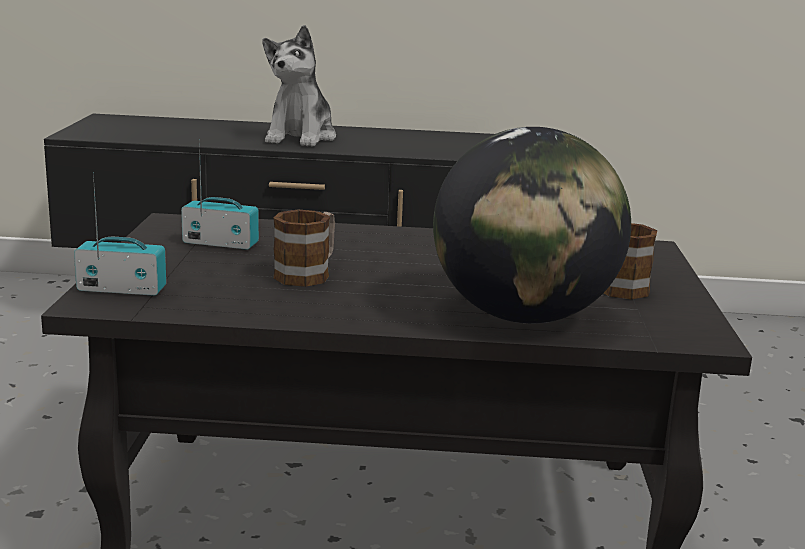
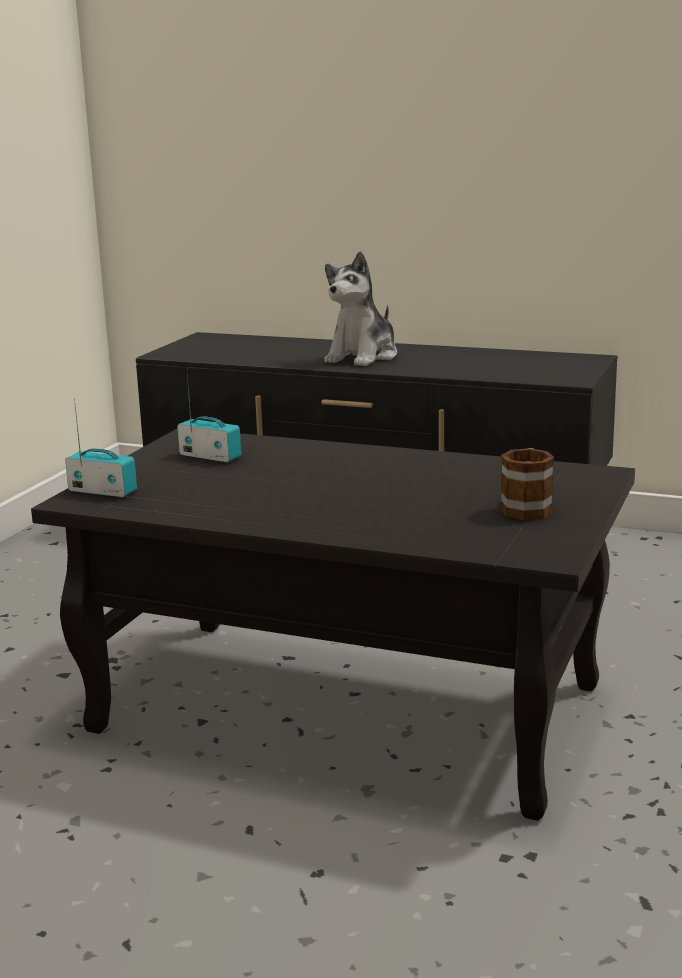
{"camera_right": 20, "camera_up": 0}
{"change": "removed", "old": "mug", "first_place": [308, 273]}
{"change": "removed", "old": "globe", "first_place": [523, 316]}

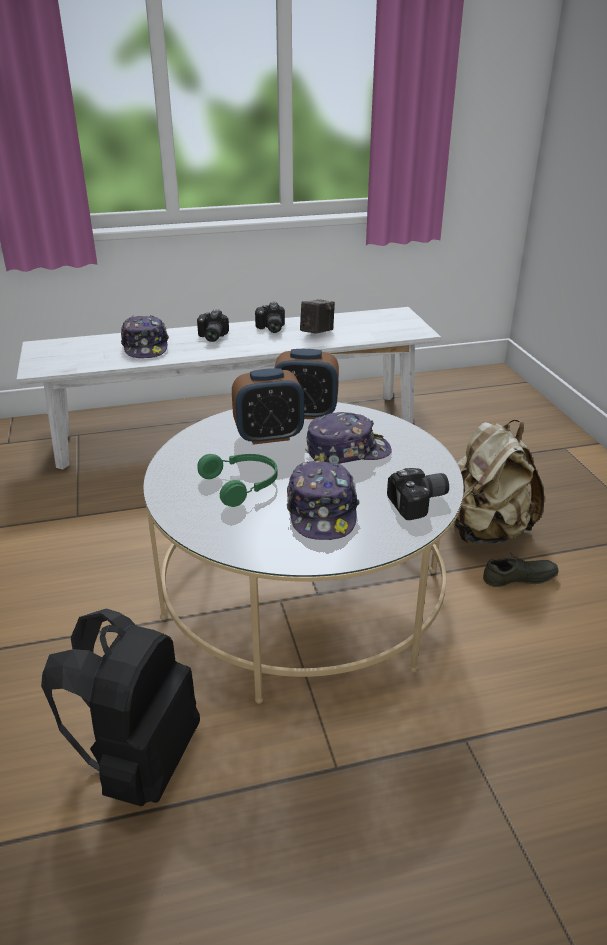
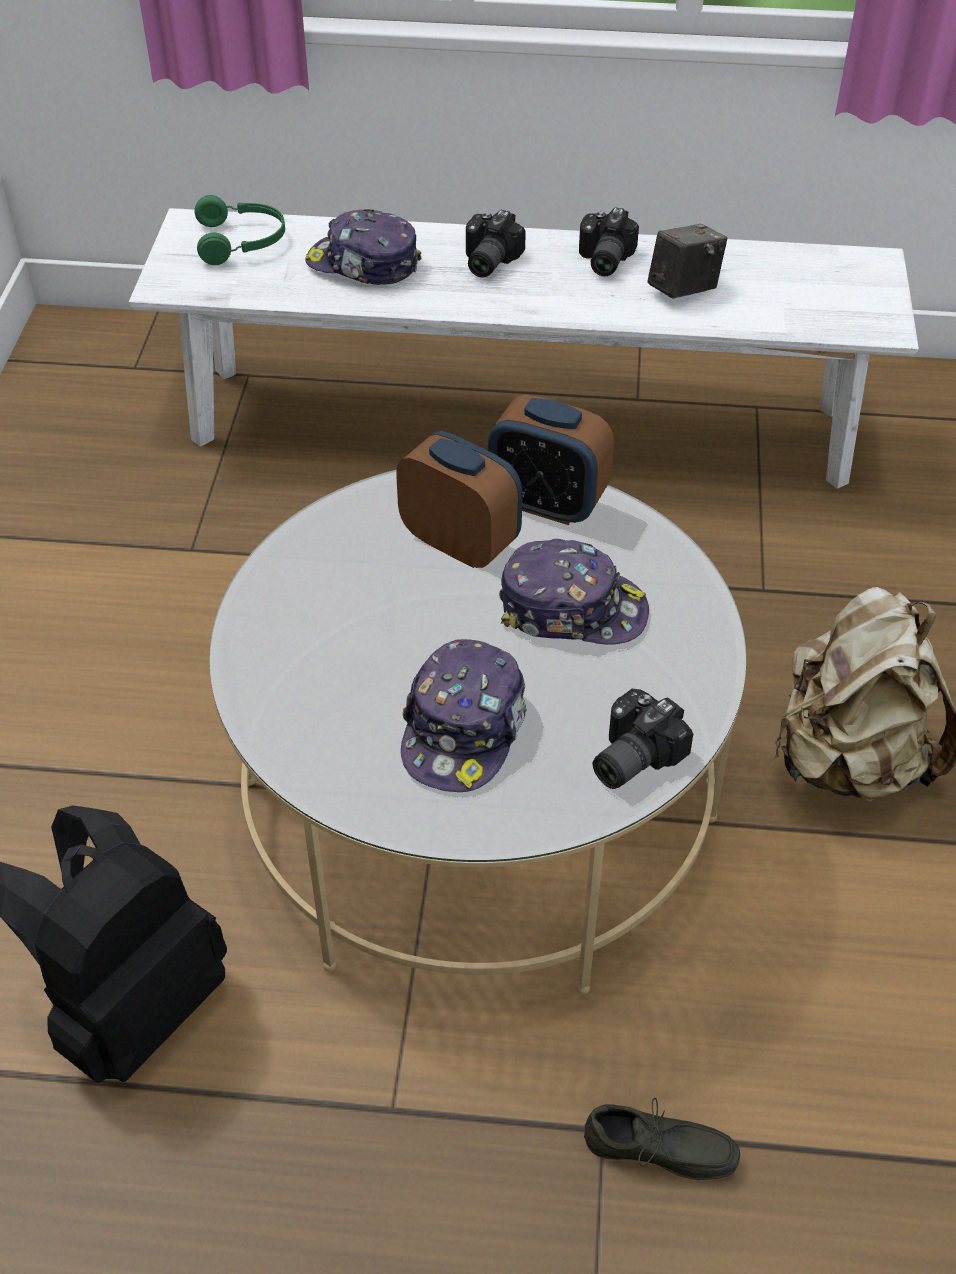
{"camera_right": 20, "camera_up": 15}
{"change": "moved", "old": "green headphones", "first_place": [242, 484], "second_place": [242, 241]}
{"change": "turned", "old": "cap", "first_place": [146, 347], "second_place": [363, 264], "degrees": 105}
{"change": "turned", "old": "alarm clock", "first_place": [269, 436], "second_place": [460, 542], "degrees": -150}
{"change": "moved", "old": "grey shoe", "first_place": [520, 579], "second_place": [659, 1155]}
{"change": "turned", "old": "photo camera", "first_place": [420, 503], "second_place": [629, 756], "degrees": 135}

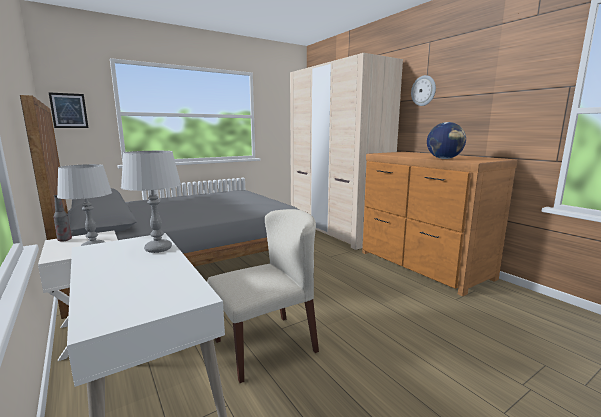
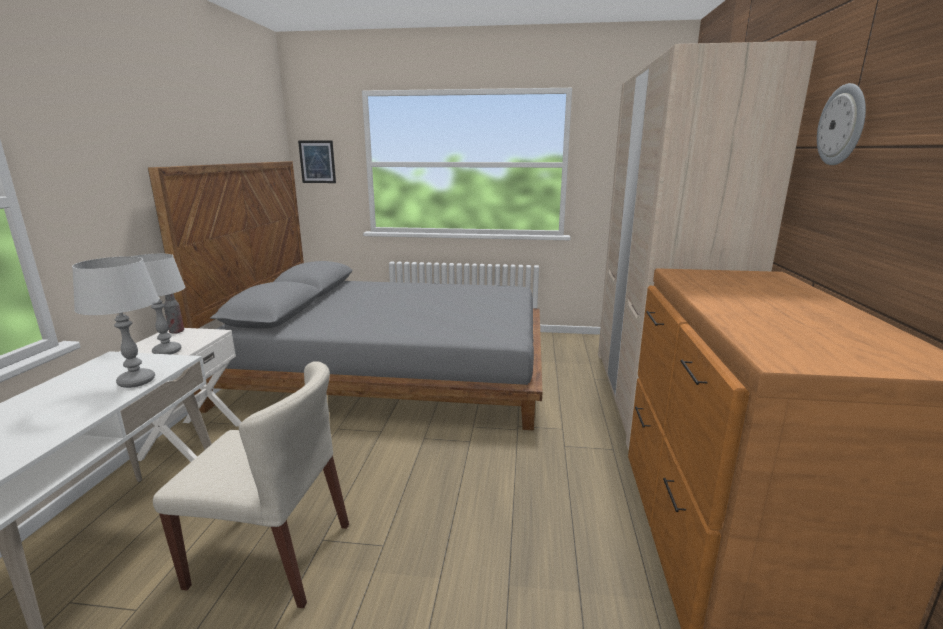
{"camera_right": 40, "camera_up": 5}
{"change": "removed", "old": "globe", "first_place": [444, 159]}

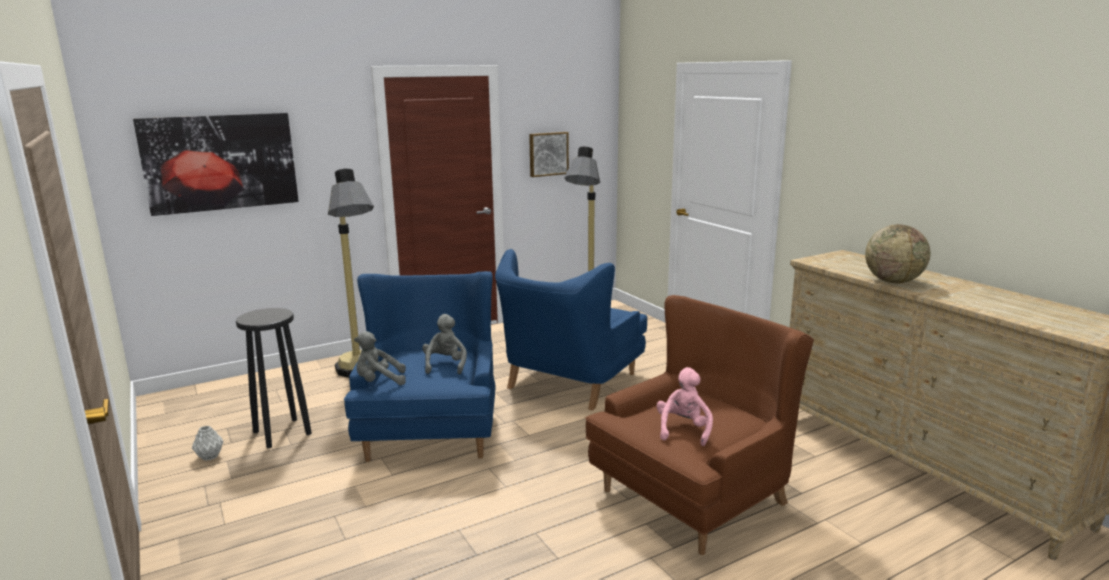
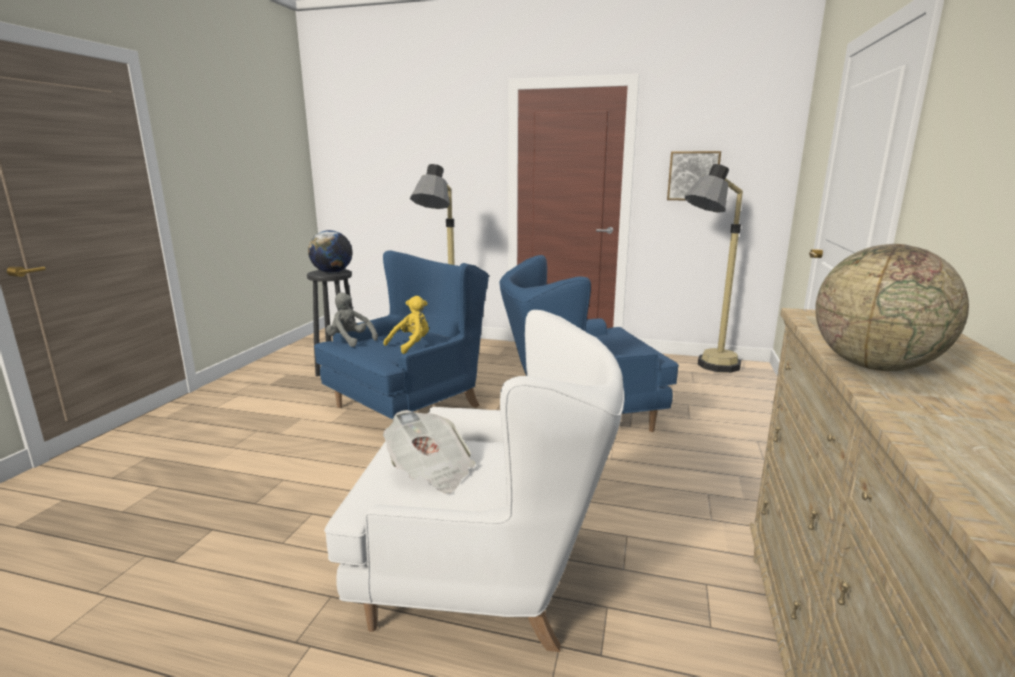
{"camera_right": 45, "camera_up": 0}
{"change": "added", "new": "globe", "second_place": [332, 272]}
{"change": "recoloured", "old": "brown armchair", "new": "white armchair", "first_place": [697, 494], "second_place": [485, 572]}
{"change": "recoloured", "old": "grey plush toy", "new": "yellow plush toy", "first_place": [445, 365], "second_place": [411, 345]}
{"change": "replaced", "old": "pink plush toy", "new": "newspaper", "first_place": [683, 430], "second_place": [431, 471]}
{"change": "removed", "old": "picture", "first_place": [220, 162]}
{"change": "removed", "old": "grey vase", "first_place": [210, 456]}

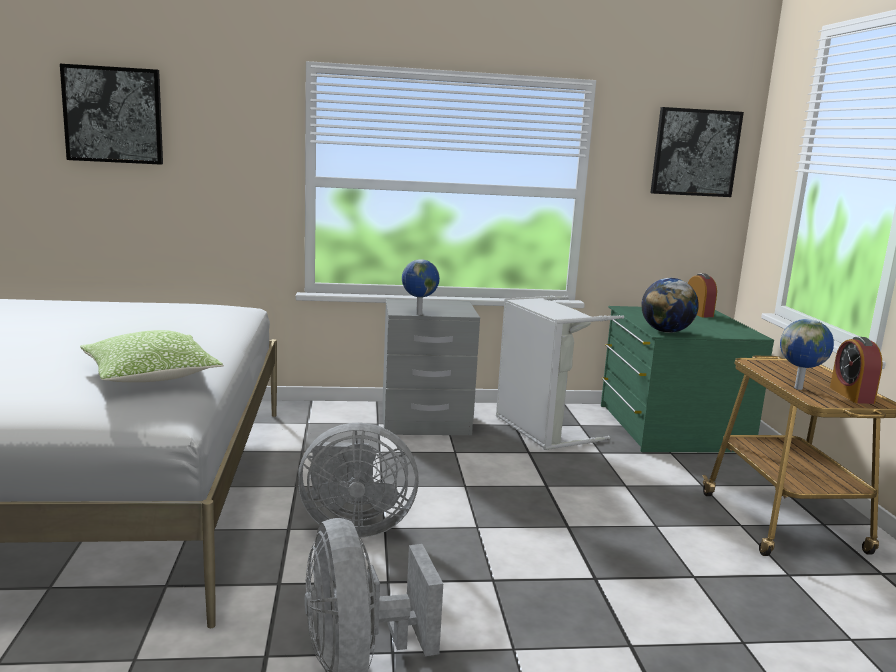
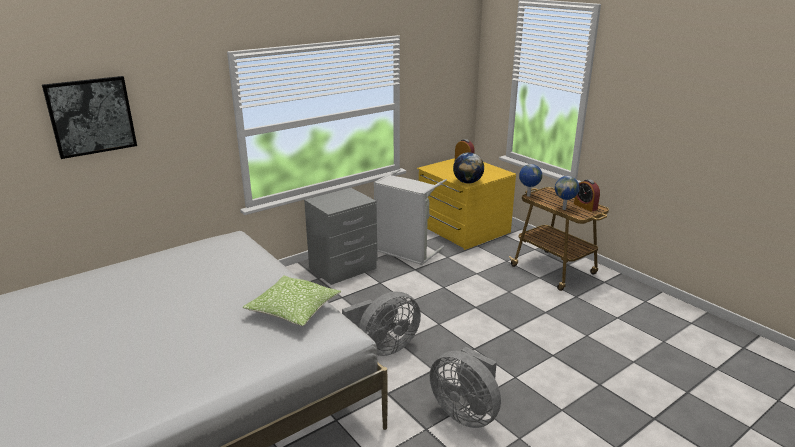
{"camera_right": -30, "camera_up": 10}
{"change": "recoloured", "old": "green dresser", "new": "yellow dresser", "first_place": [670, 427], "second_place": [462, 229]}
{"change": "moved", "old": "globe", "first_place": [418, 314], "second_place": [528, 196]}
{"change": "removed", "old": "picture", "first_place": [695, 152]}

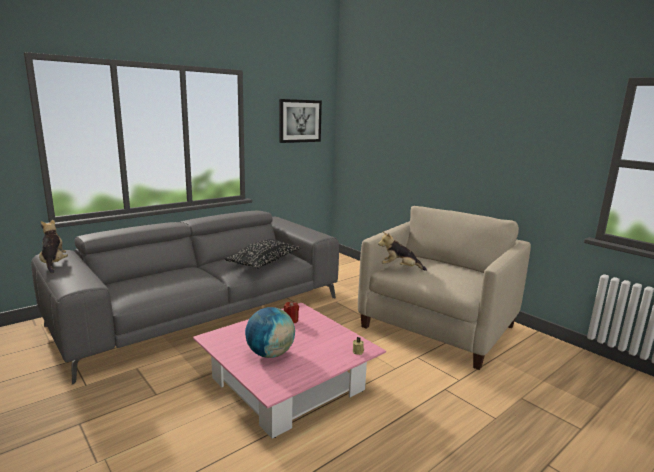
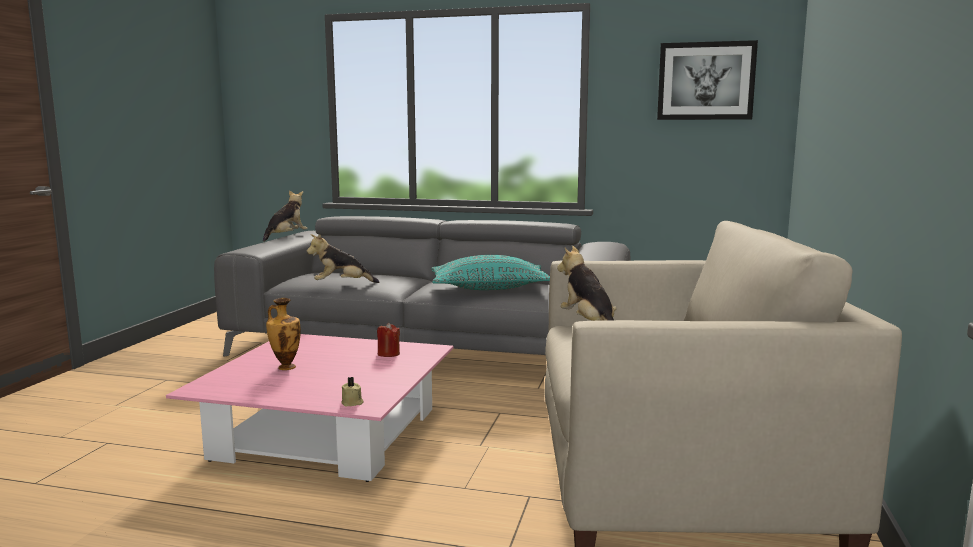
{"camera_right": 55, "camera_up": -5}
{"change": "replaced", "old": "globe", "new": "vase", "first_place": [270, 354], "second_place": [285, 367]}
{"change": "added", "new": "plush toy", "second_place": [342, 284]}
{"change": "recoloured", "old": "black pillow", "new": "turquoise pillow", "first_place": [264, 262], "second_place": [489, 289]}

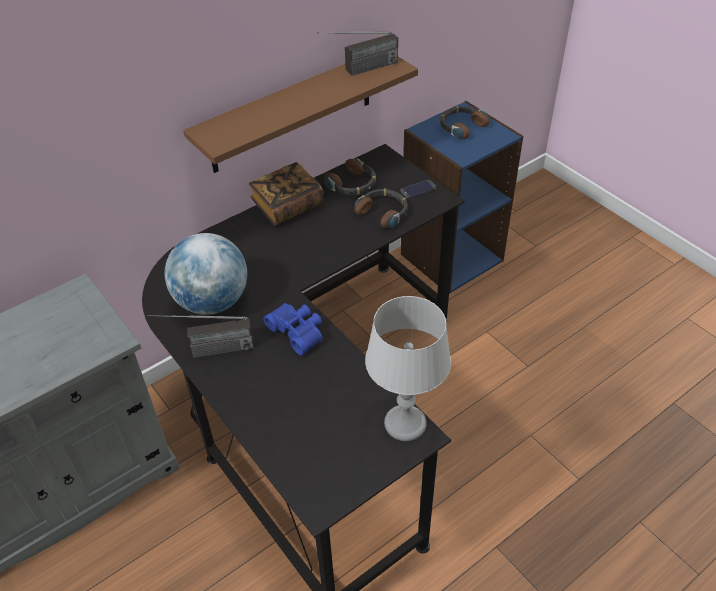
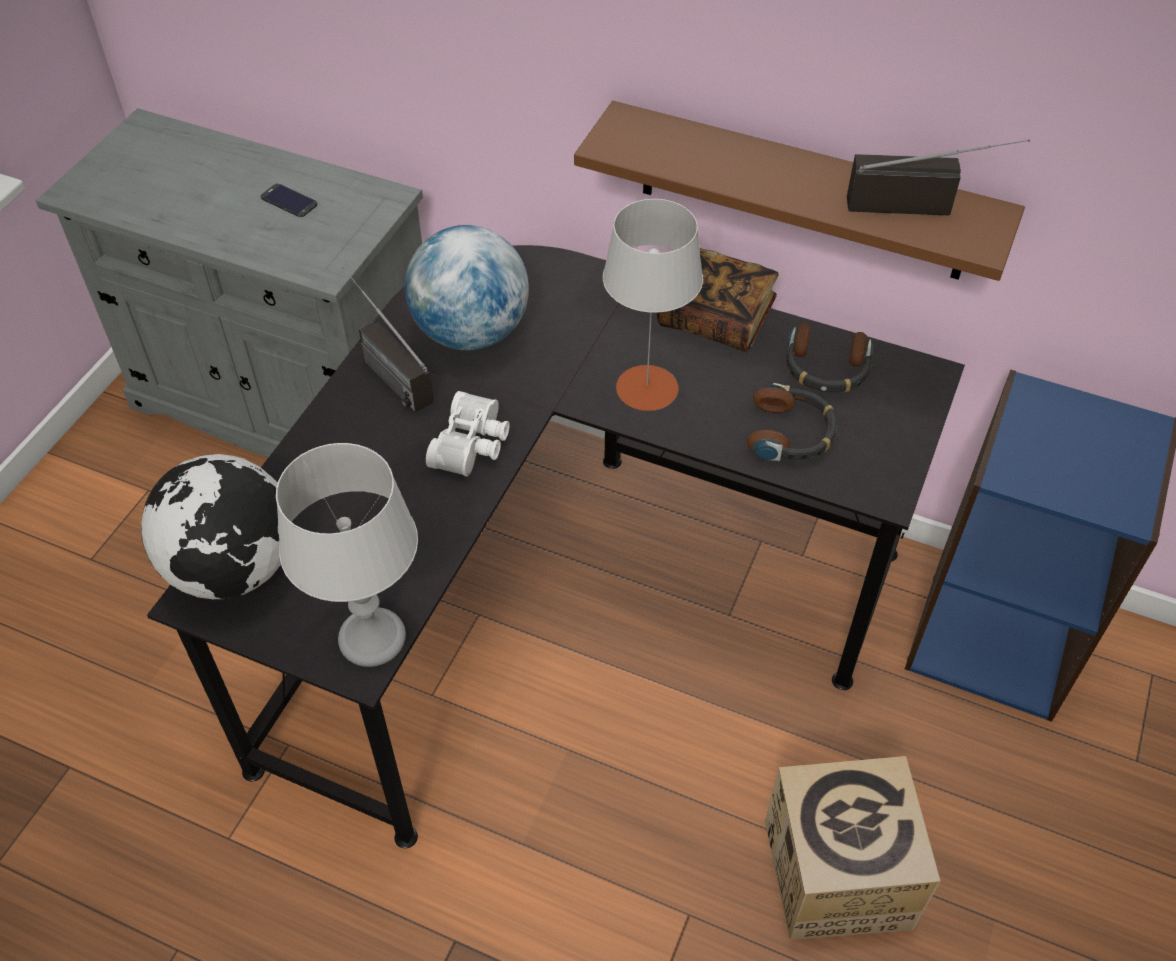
{"camera_right": 60, "camera_up": 5}
{"change": "added", "new": "globe", "second_place": [234, 569]}
{"change": "moved", "old": "phone", "first_place": [418, 189], "second_place": [289, 201]}
{"change": "recoloured", "old": "blue binoculars", "new": "white binoculars", "first_place": [298, 331], "second_place": [473, 444]}
{"change": "added", "new": "grey table lamp", "second_place": [646, 388]}
{"change": "added", "new": "cardboard box", "second_place": [837, 874]}
{"change": "turned", "old": "radio", "first_place": [359, 70], "second_place": [925, 205], "degrees": 150}
{"change": "removed", "old": "headphones", "first_place": [461, 126]}

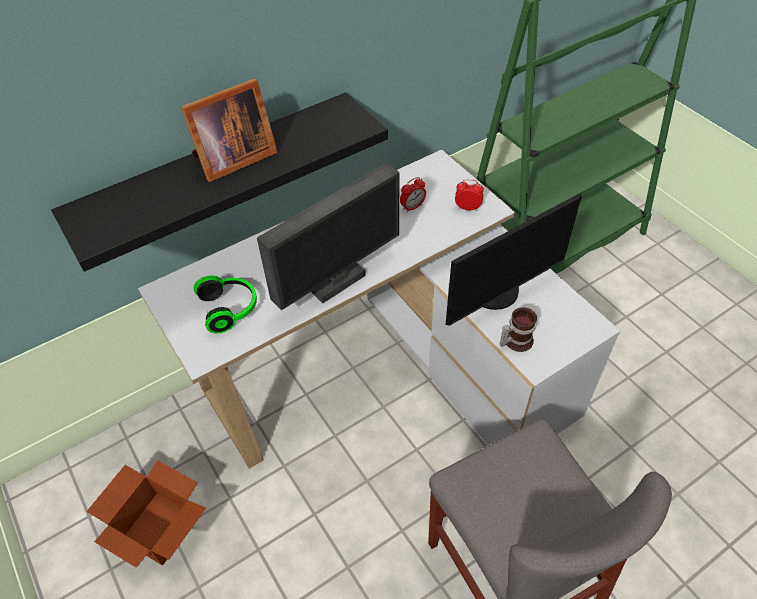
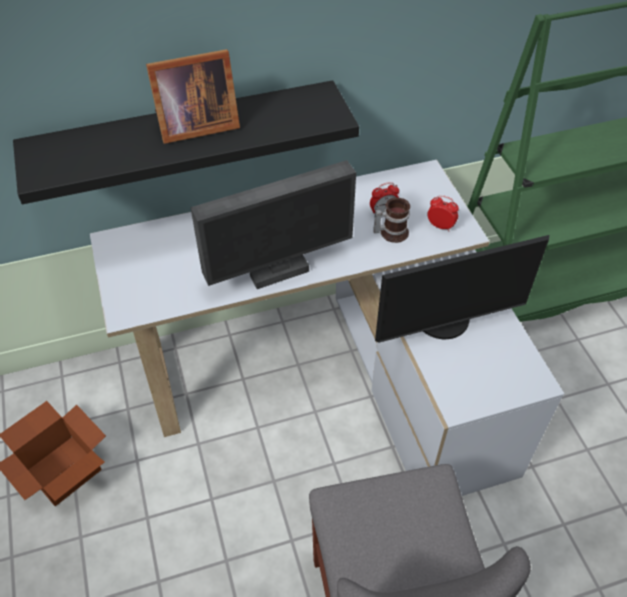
{"camera_right": 15, "camera_up": 0}
{"change": "moved", "old": "mug", "first_place": [515, 340], "second_place": [391, 232]}
{"change": "removed", "old": "headphones", "first_place": [230, 309]}

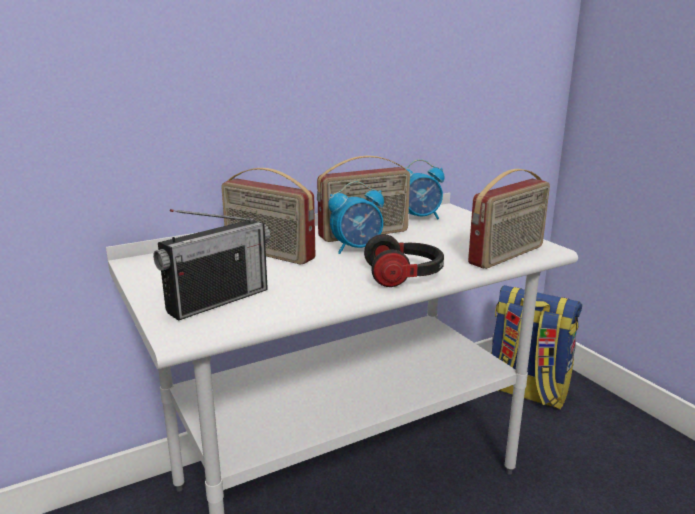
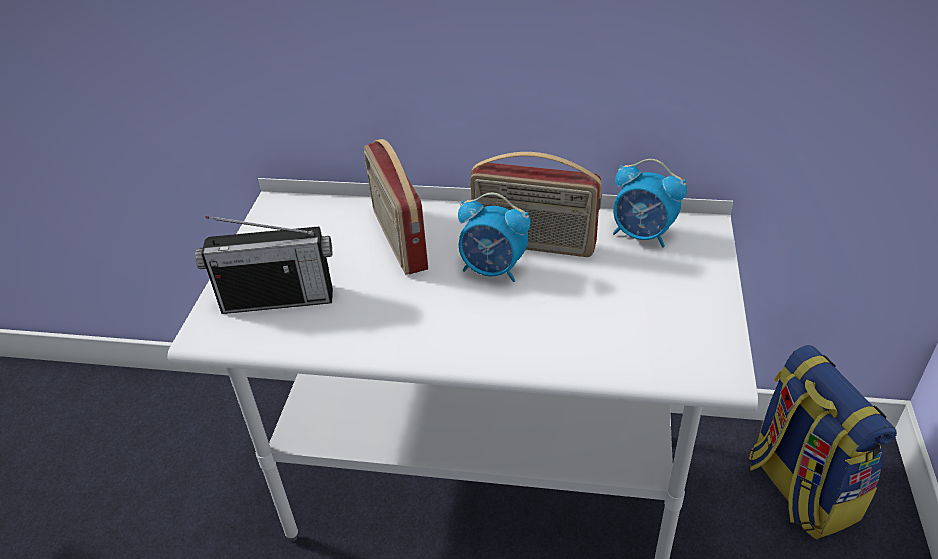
{"camera_right": 40, "camera_up": 20}
{"change": "removed", "old": "headphones", "first_place": [404, 276]}
{"change": "removed", "old": "radio", "first_place": [507, 255]}

